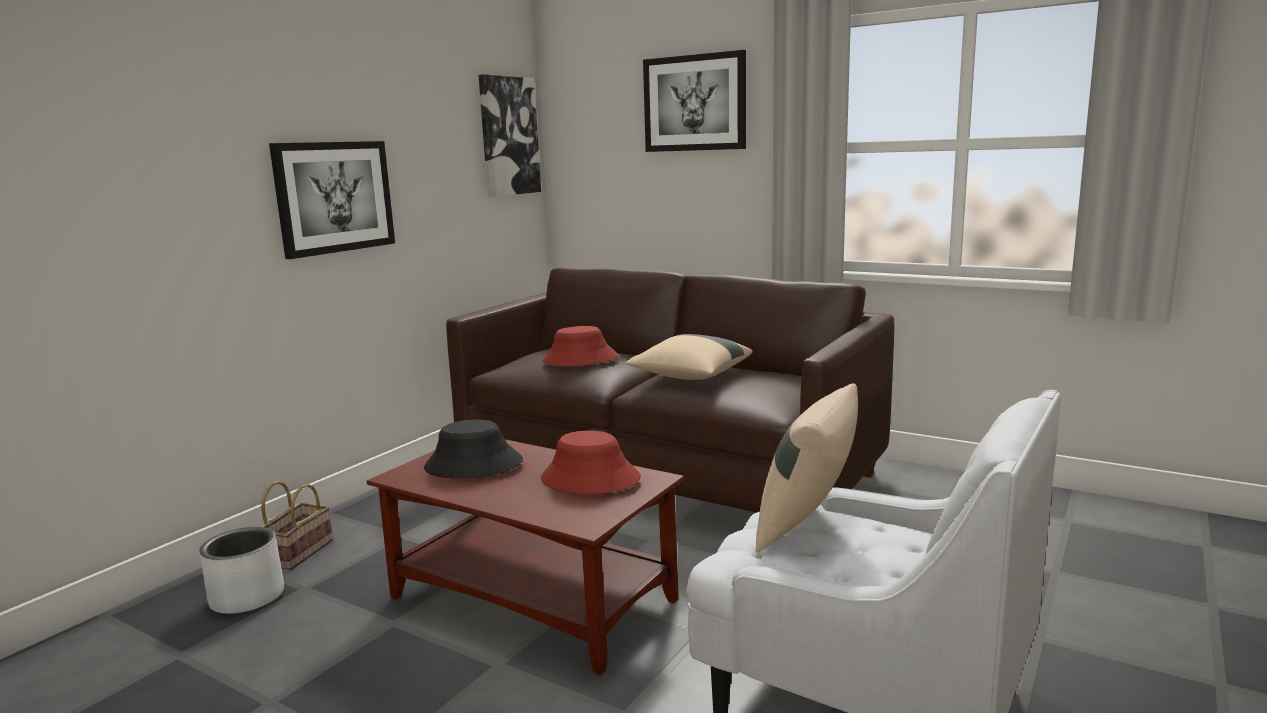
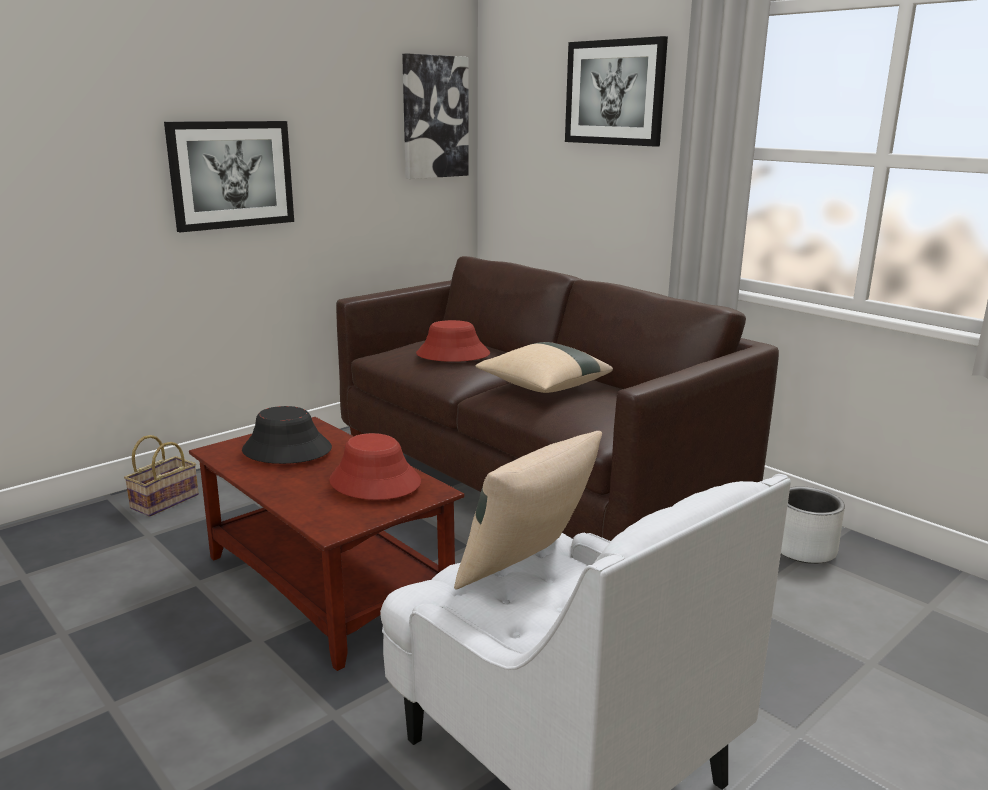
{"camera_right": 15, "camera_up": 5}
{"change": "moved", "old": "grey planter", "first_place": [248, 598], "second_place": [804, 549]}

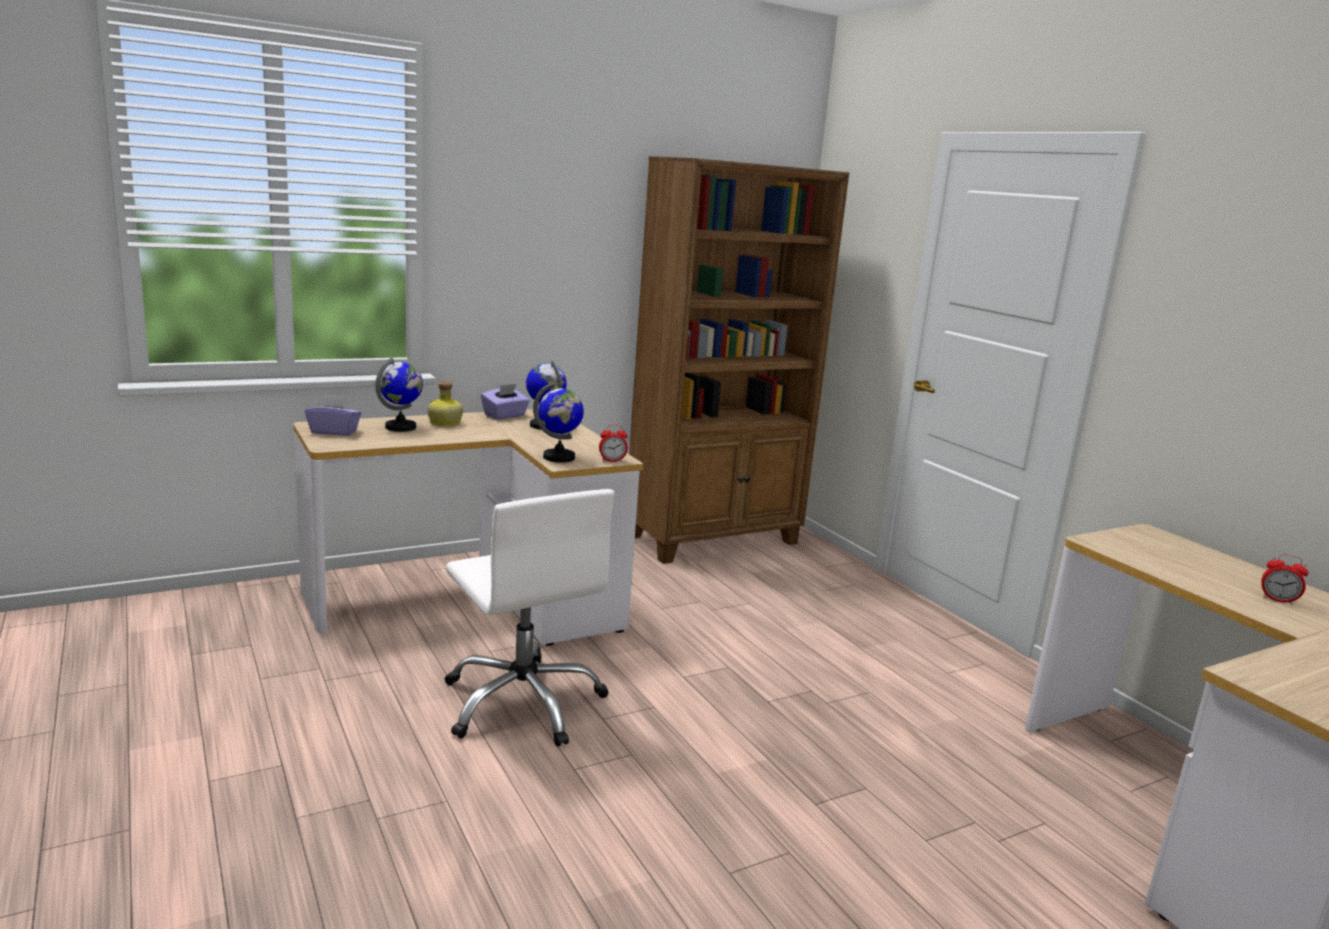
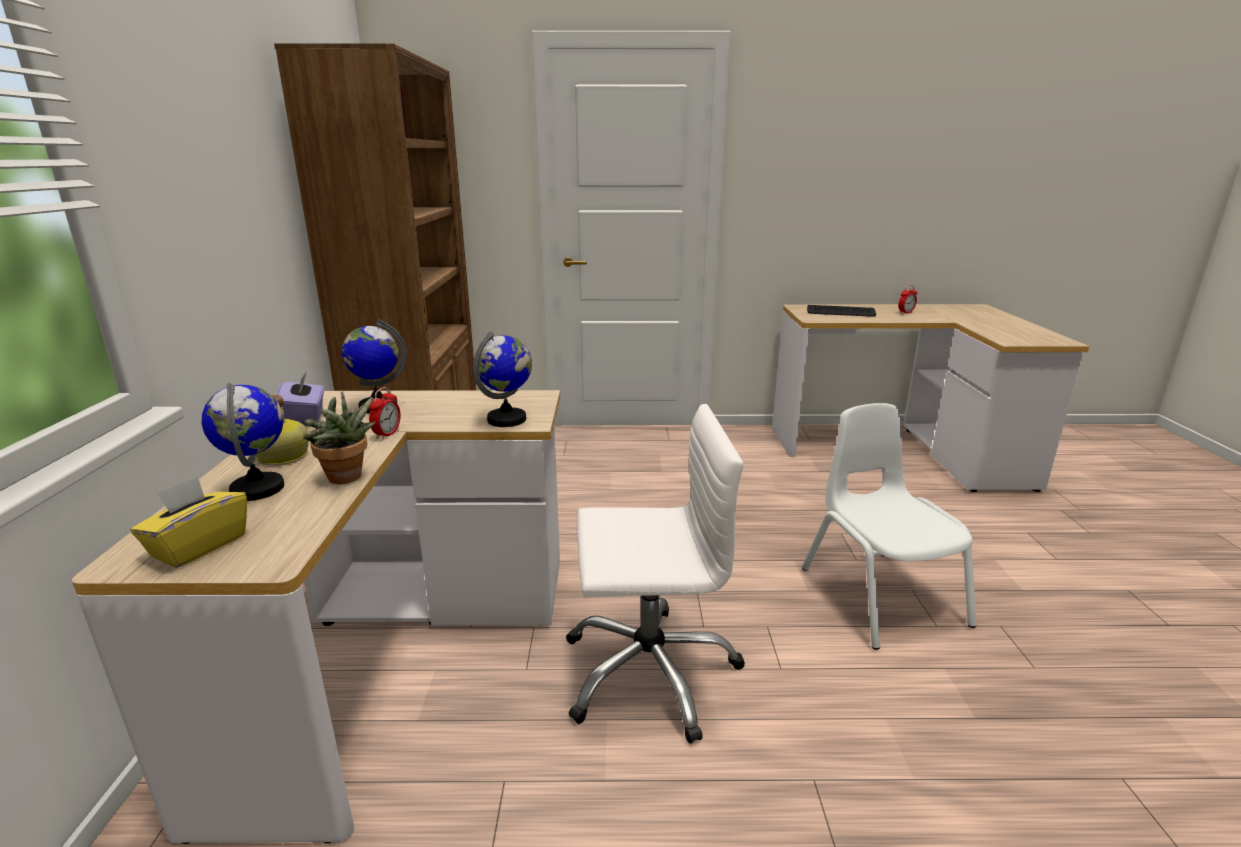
{"camera_right": -60, "camera_up": 5}
{"change": "recoloured", "old": "purple tissue box", "new": "yellow tissue box", "first_place": [334, 432], "second_place": [199, 546]}
{"change": "added", "new": "potted plant", "second_place": [347, 479]}
{"change": "moved", "old": "alarm clock", "first_place": [612, 461], "second_place": [387, 434]}
{"change": "added", "new": "white chair", "second_place": [881, 595]}
{"change": "added", "new": "keyboard", "second_place": [840, 312]}

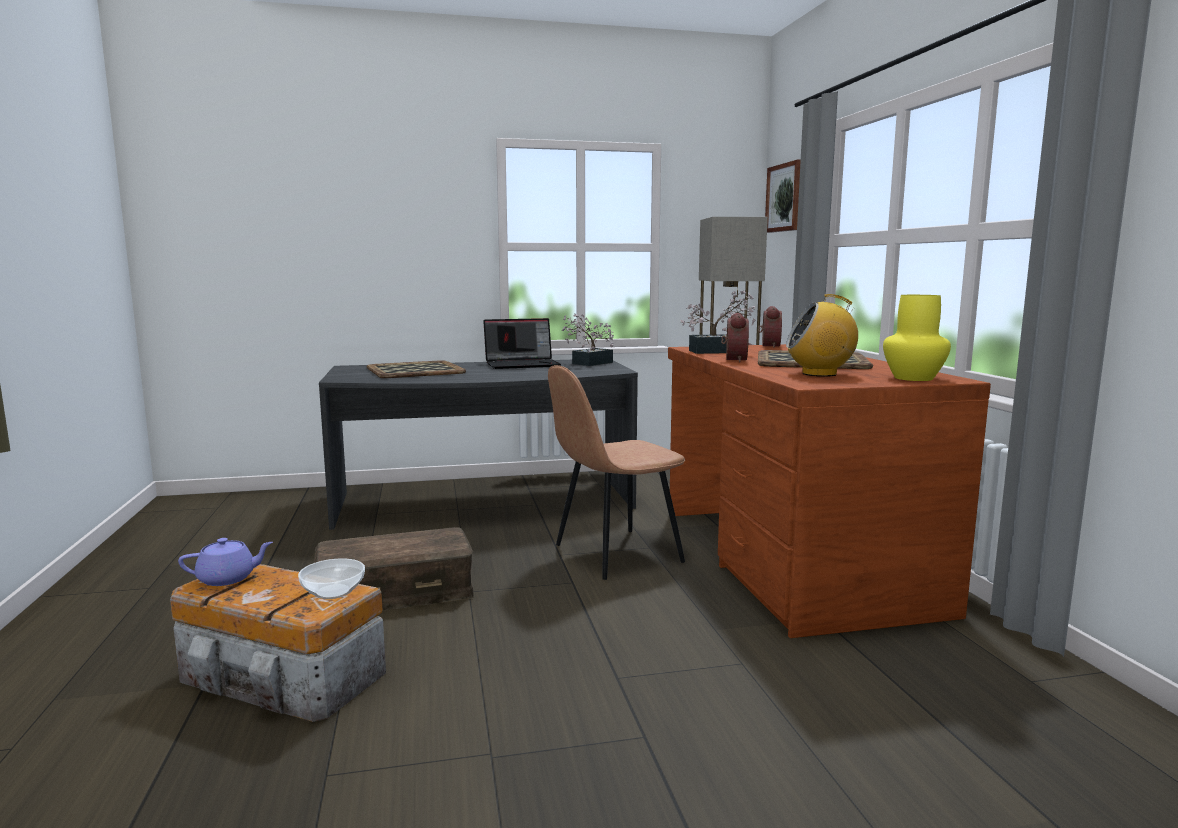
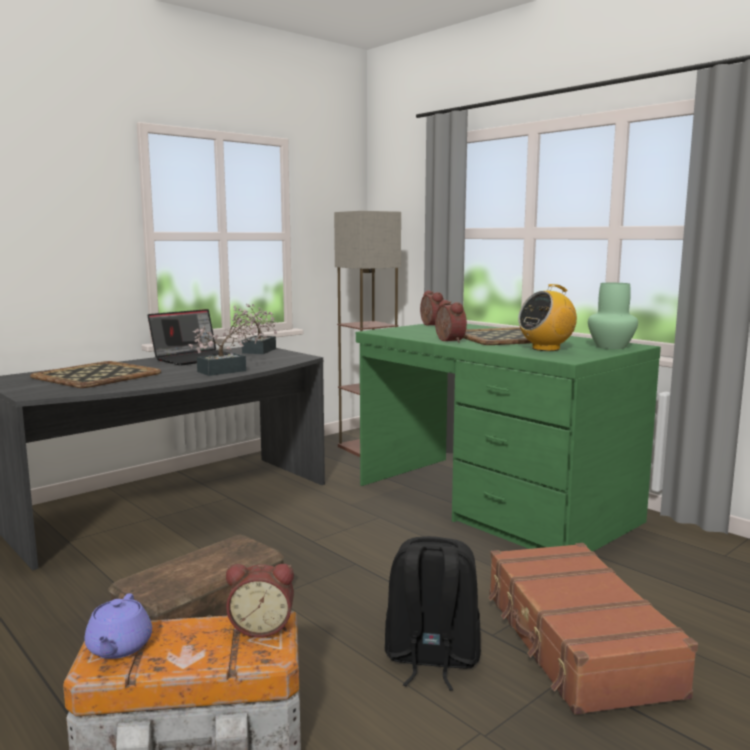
{"camera_right": -30, "camera_up": 0}
{"change": "turned", "old": "purple teapot", "first_place": [228, 578], "second_place": [119, 647], "degrees": 135}
{"change": "moved", "old": "potted plant", "first_place": [719, 351], "second_place": [227, 370]}
{"change": "replaced", "old": "bowl", "new": "alarm clock", "first_place": [334, 591], "second_place": [262, 627]}
{"change": "recoloured", "old": "brown desk", "new": "green desk", "first_place": [790, 559], "second_place": [492, 503]}
{"change": "added", "new": "black backpack", "second_place": [431, 659]}
{"change": "added", "new": "brown suitcase", "second_place": [576, 642]}
{"change": "recoloured", "old": "yellow vase", "new": "green vase", "first_place": [914, 378], "second_place": [611, 347]}
{"change": "removed", "old": "brown chair", "first_place": [615, 554]}
{"change": "removed", "old": "picture", "first_place": [786, 197]}

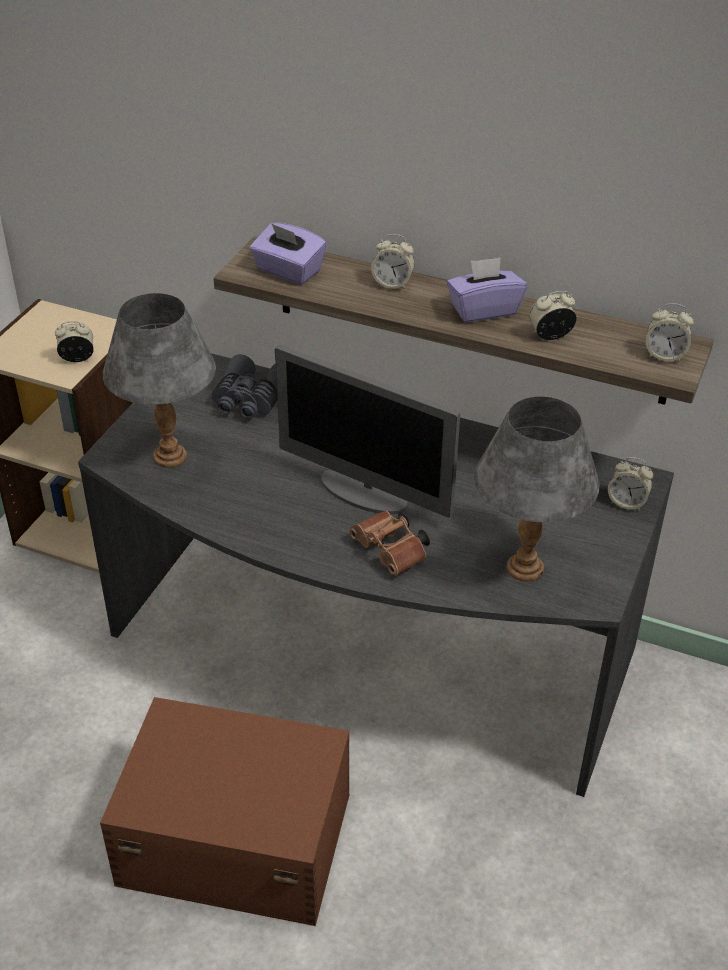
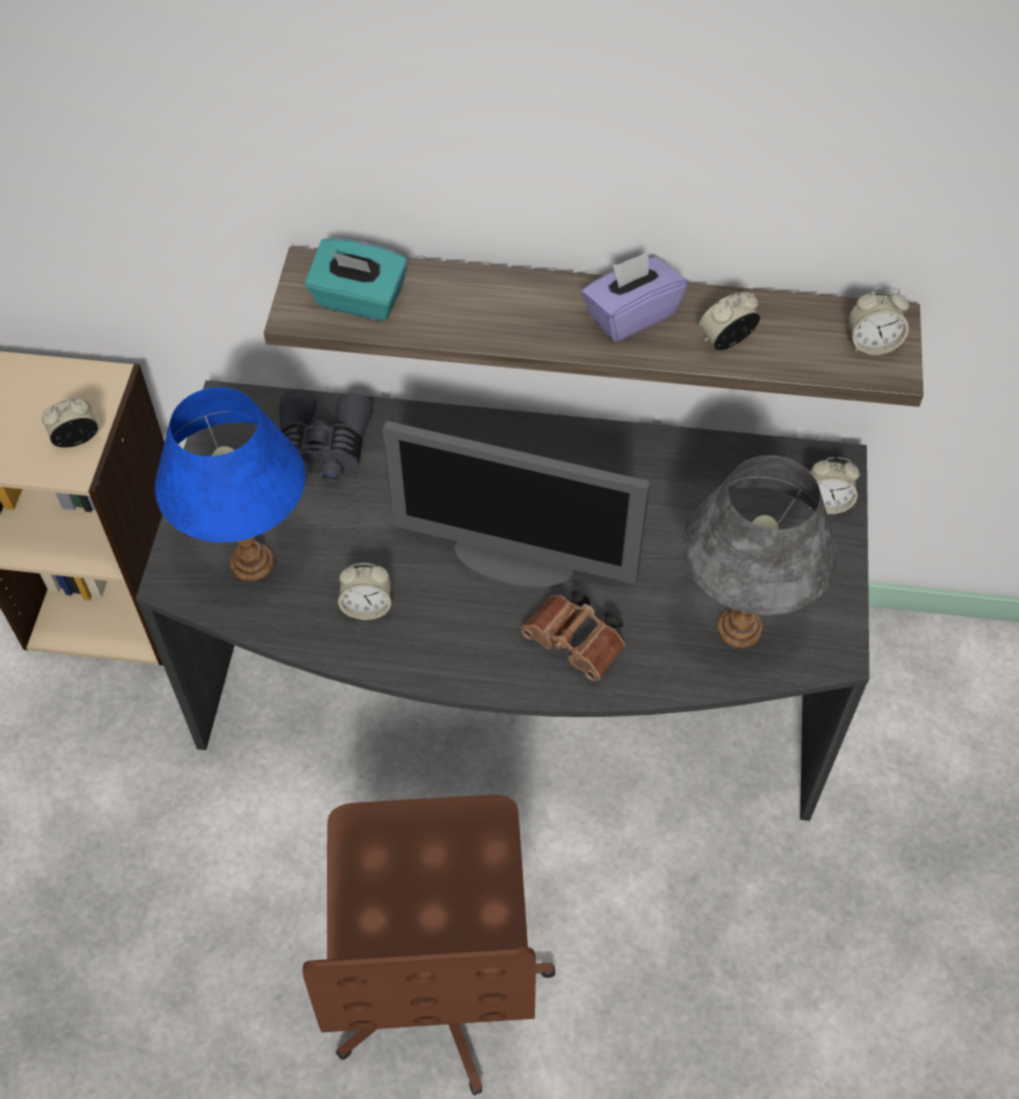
{"camera_right": -15, "camera_up": 15}
{"change": "recoloured", "old": "grey table lamp", "new": "blue table lamp", "first_place": [170, 455], "second_place": [252, 561]}
{"change": "replaced", "old": "brown storage box", "new": "brown office chair", "first_place": [233, 837], "second_place": [437, 979]}
{"change": "recoloured", "old": "purple tissue box", "new": "turquoise tissue box", "first_place": [288, 271], "second_place": [359, 301]}
{"change": "moved", "old": "alarm clock", "first_place": [392, 284], "second_place": [367, 607]}

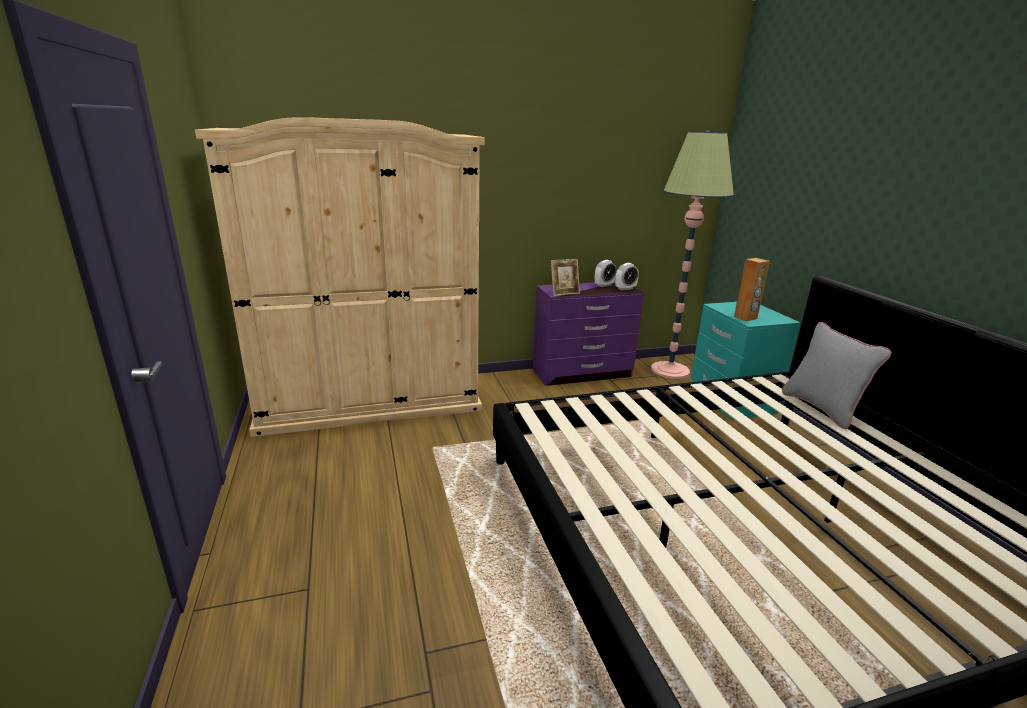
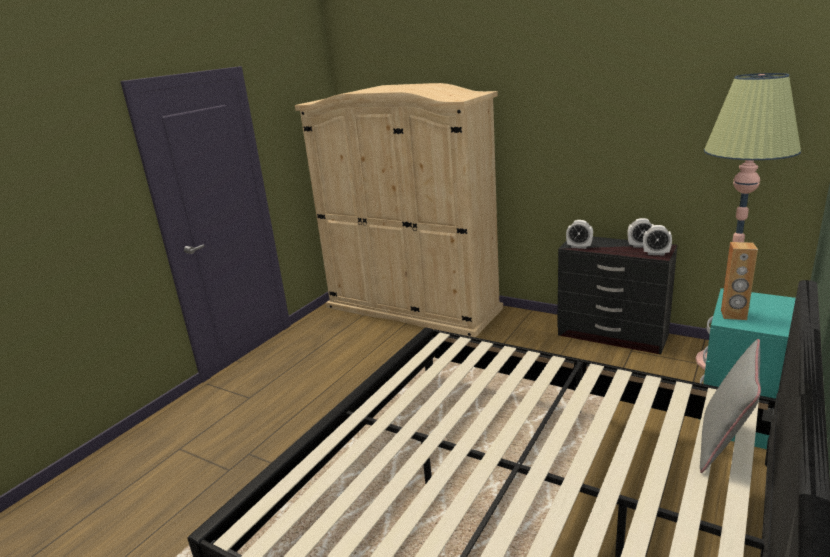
{"camera_right": 50, "camera_up": 0}
{"change": "recoloured", "old": "purple dresser", "new": "black dresser", "first_place": [583, 373], "second_place": [612, 335]}
{"change": "replaced", "old": "picture frame", "new": "alarm clock", "first_place": [564, 293], "second_place": [579, 247]}

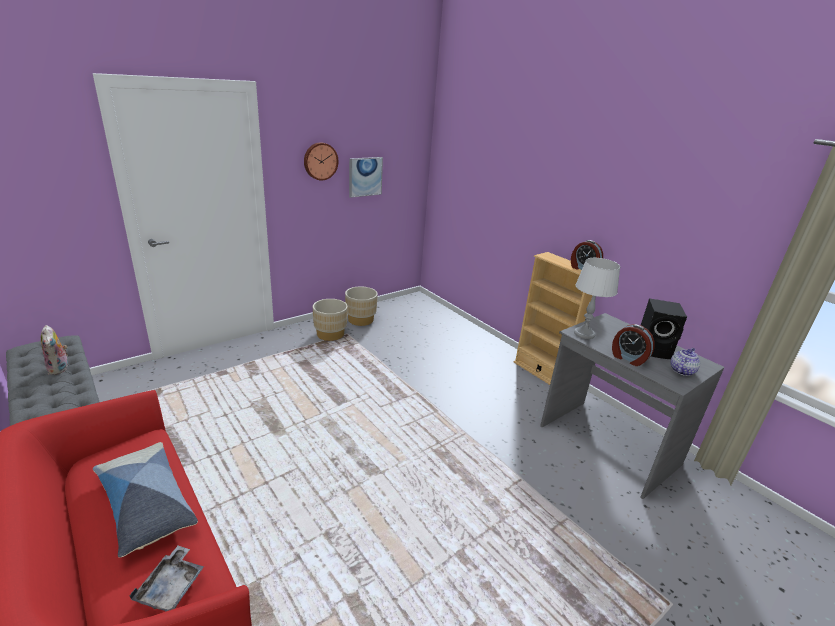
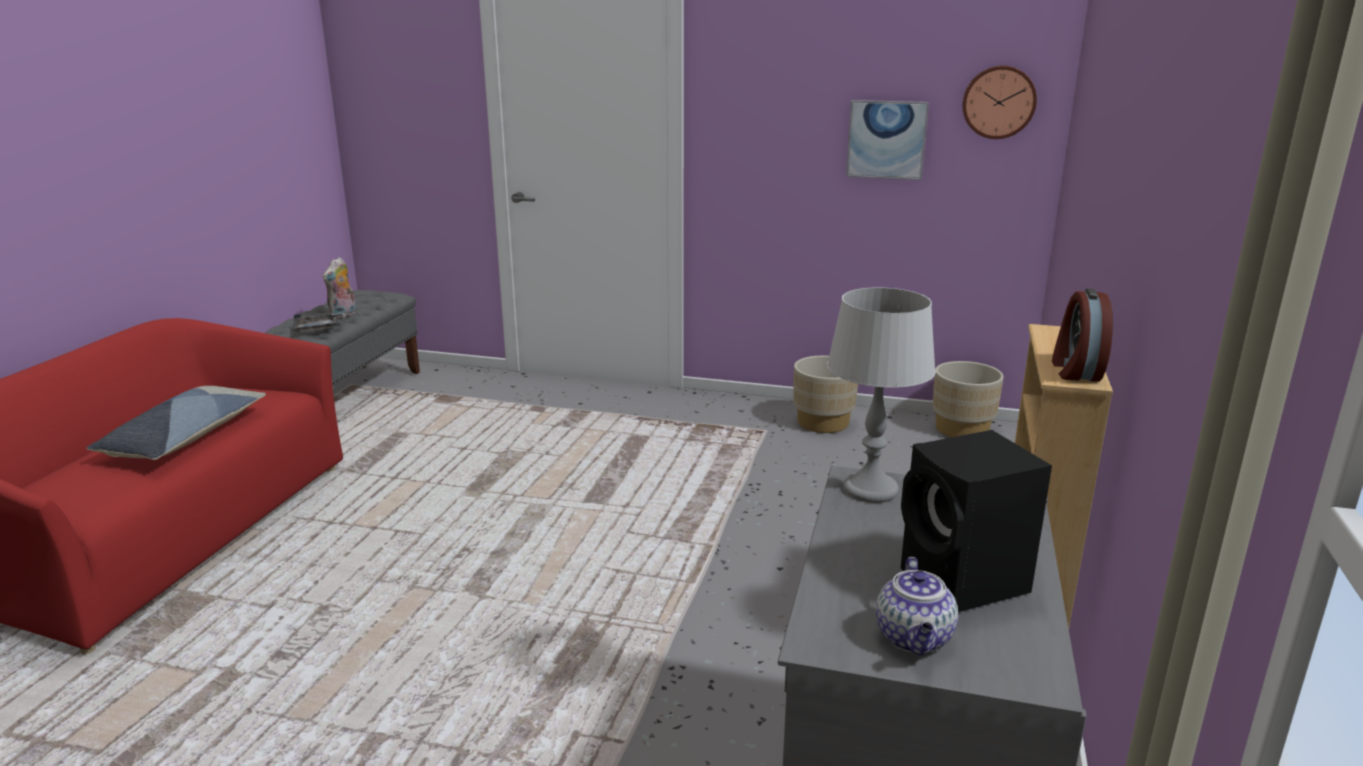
{"camera_right": 55, "camera_up": -5}
{"change": "moved", "old": "grey tray", "first_place": [172, 587], "second_place": [318, 329]}
{"change": "turned", "old": "teapot", "first_place": [681, 370], "second_place": [915, 639], "degrees": 90}
{"change": "moved", "old": "beige planter", "first_place": [330, 334], "second_place": [961, 429]}
{"change": "moved", "old": "wall clock", "first_place": [320, 161], "second_place": [999, 102]}
{"change": "removed", "old": "alarm clock", "first_place": [628, 358]}

